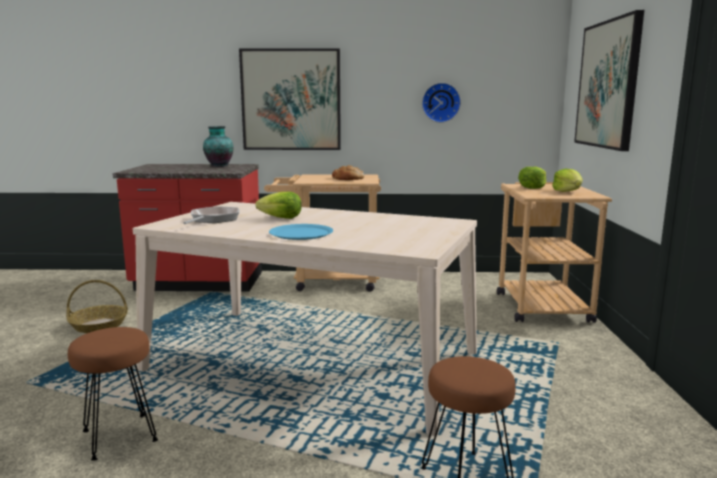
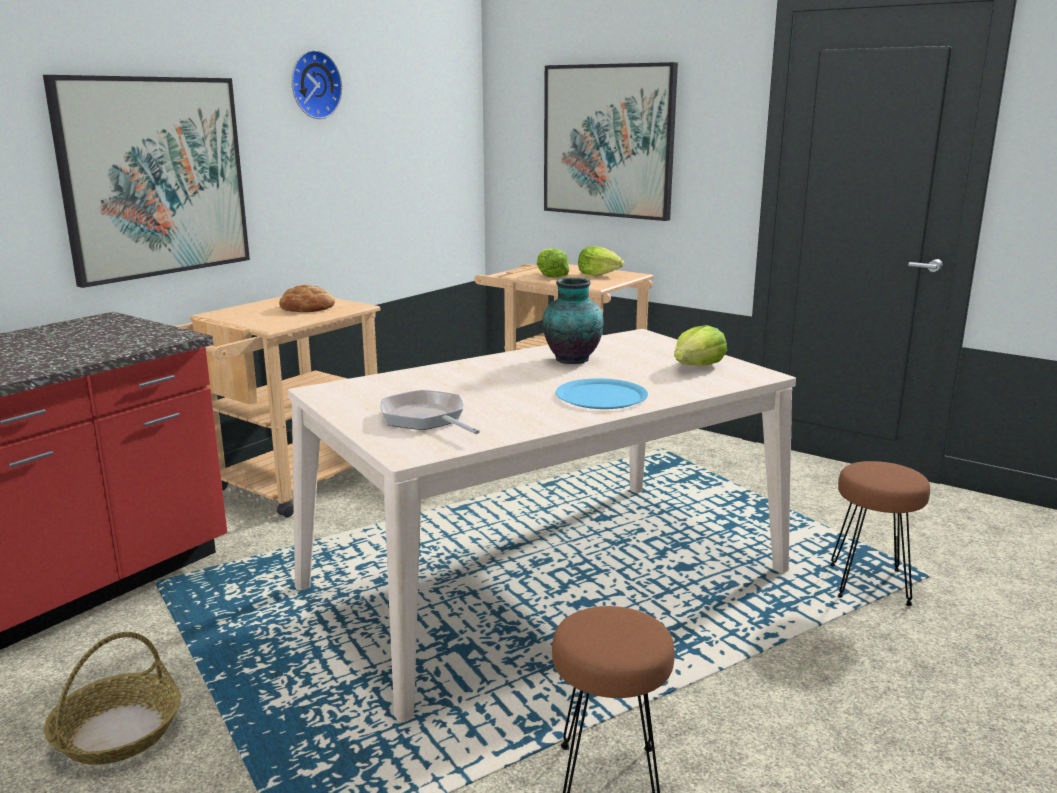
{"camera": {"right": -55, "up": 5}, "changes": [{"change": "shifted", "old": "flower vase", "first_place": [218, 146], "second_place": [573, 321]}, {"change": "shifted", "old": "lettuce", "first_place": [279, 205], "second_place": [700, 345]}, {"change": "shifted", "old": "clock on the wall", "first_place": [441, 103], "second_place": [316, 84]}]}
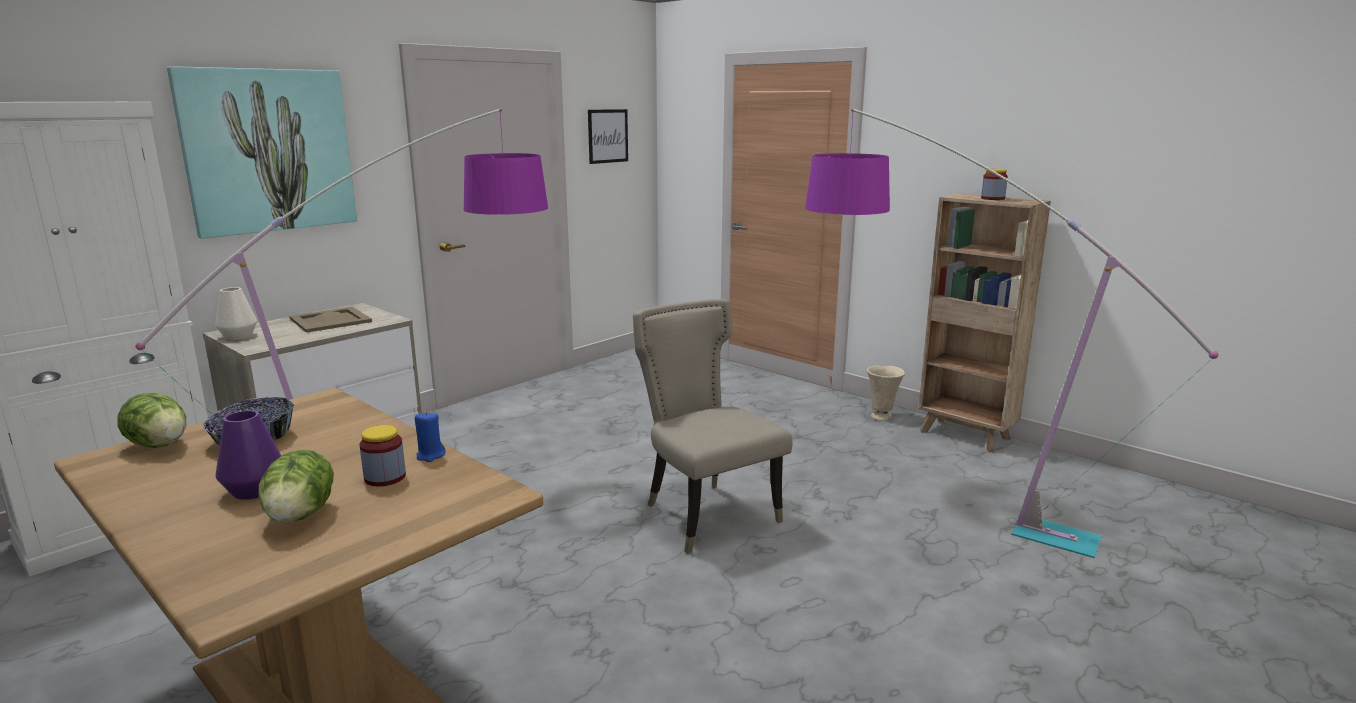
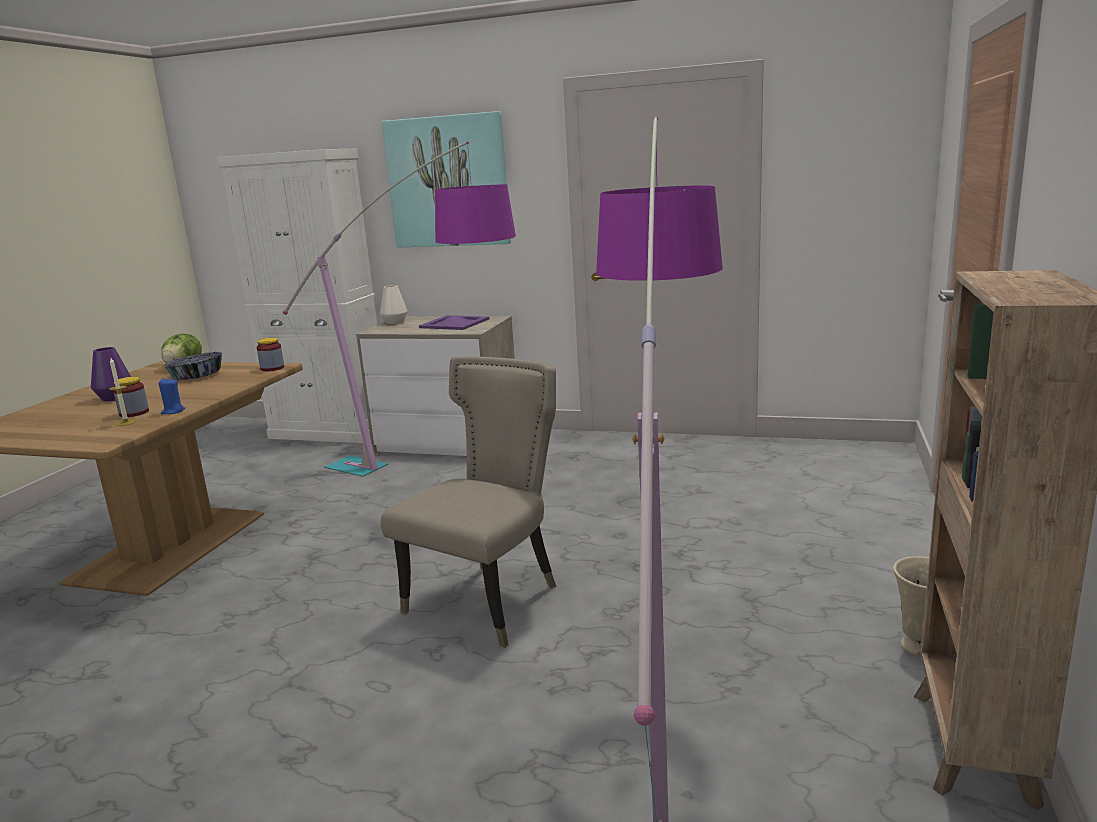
{"camera": {"right": 65, "up": 0}, "changes": [{"change": "gone", "old": "lettuce", "first_place": [296, 486]}, {"change": "gone", "old": "wall picture", "first_place": [608, 136]}, {"change": "new", "new": "wax candle", "second_place": [122, 392]}, {"change": "shifted", "old": "storage jar", "first_place": [994, 184], "second_place": [270, 354]}, {"change": "repainted", "old": "carrying tray/sand-coloured", "new": "carrying tray/purple", "first_place": [330, 320], "second_place": [454, 322]}]}
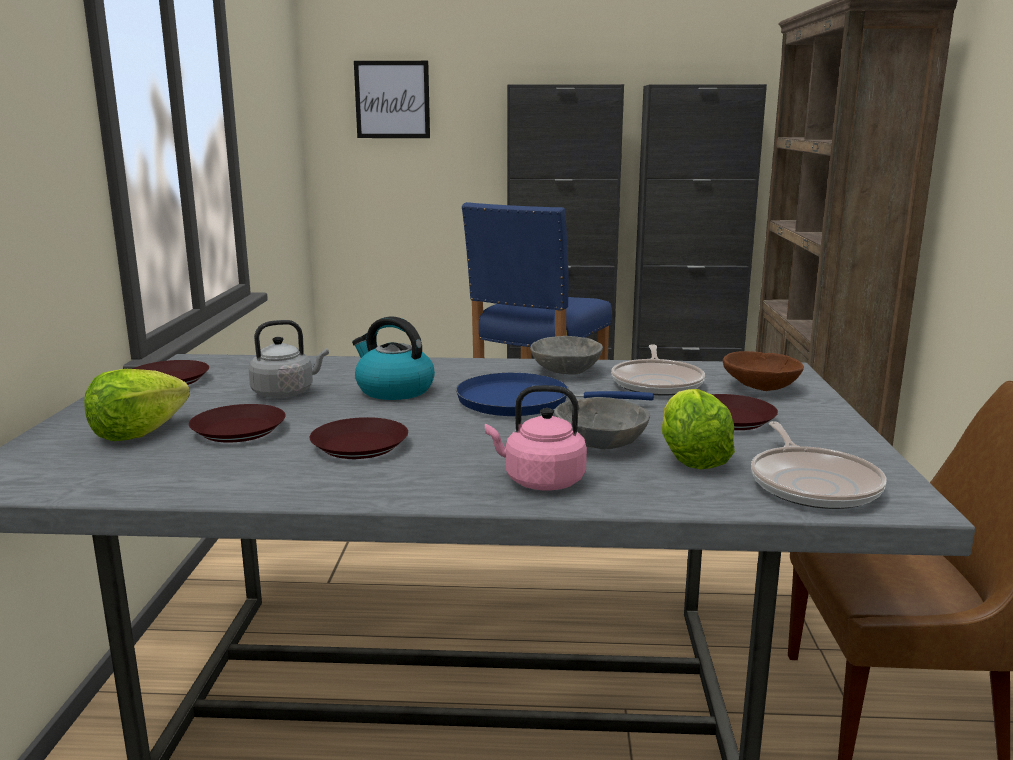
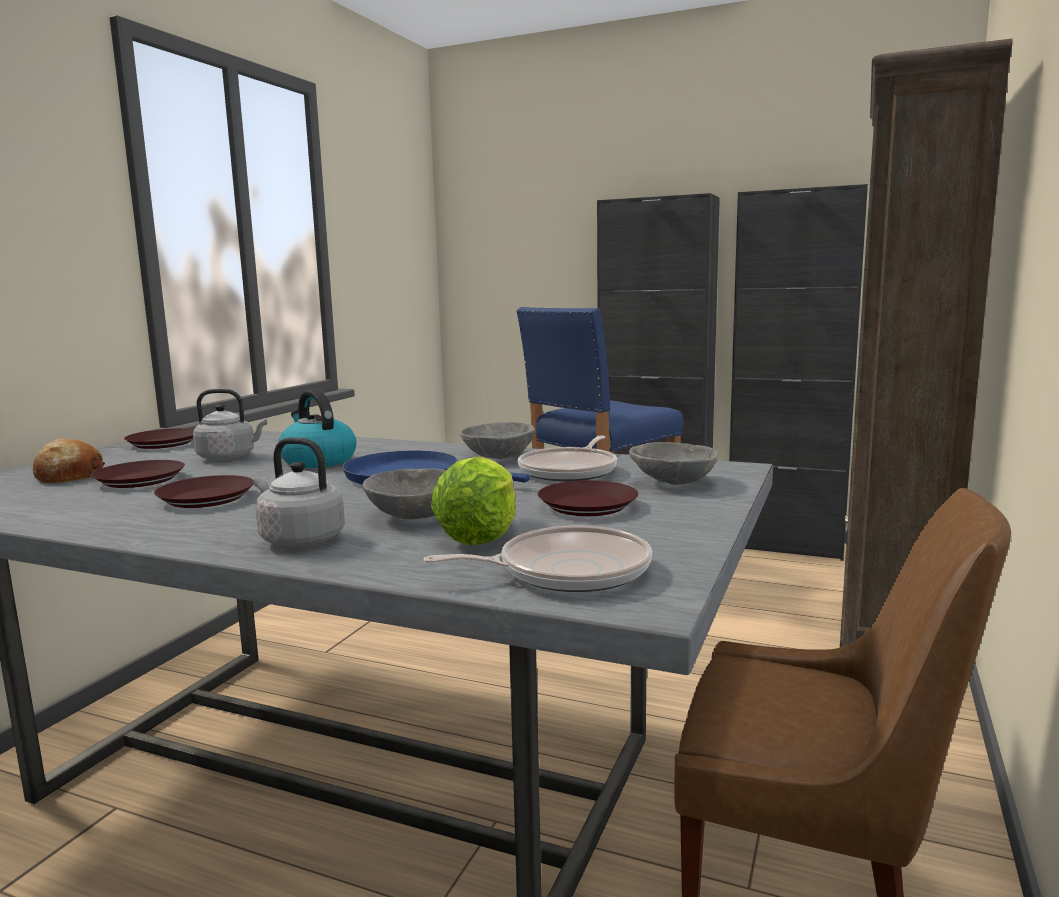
{"camera": {"right": 20, "up": -5}, "changes": [{"change": "gone", "old": "wall picture", "first_place": [392, 99]}, {"change": "swapped", "old": "lettuce", "new": "bakery bread", "first_place": [137, 405], "second_place": [69, 461]}, {"change": "repainted", "old": "kettle/pink", "new": "kettle/grey", "first_place": [536, 437], "second_place": [299, 492]}, {"change": "repainted", "old": "serving bowl/brown-coloured", "new": "serving bowl/grey", "first_place": [763, 371], "second_place": [673, 463]}, {"change": "rotated", "old": "skillet", "first_place": [819, 465], "second_place": [538, 559], "degrees": -120}]}
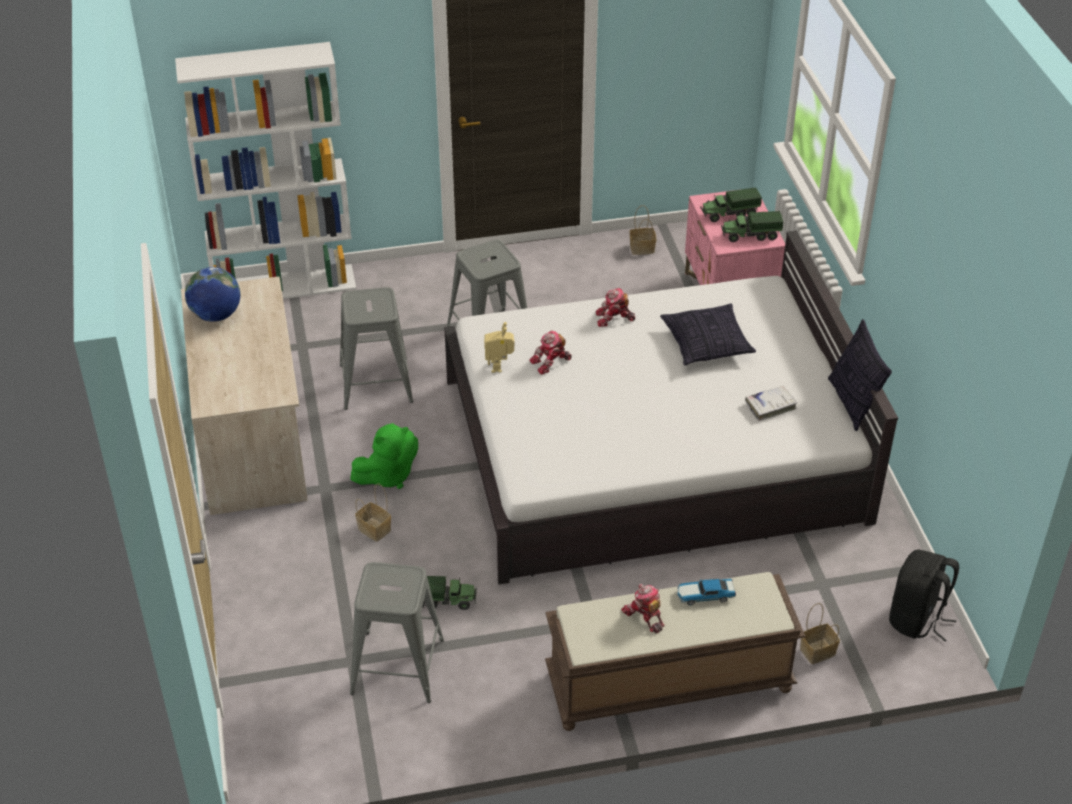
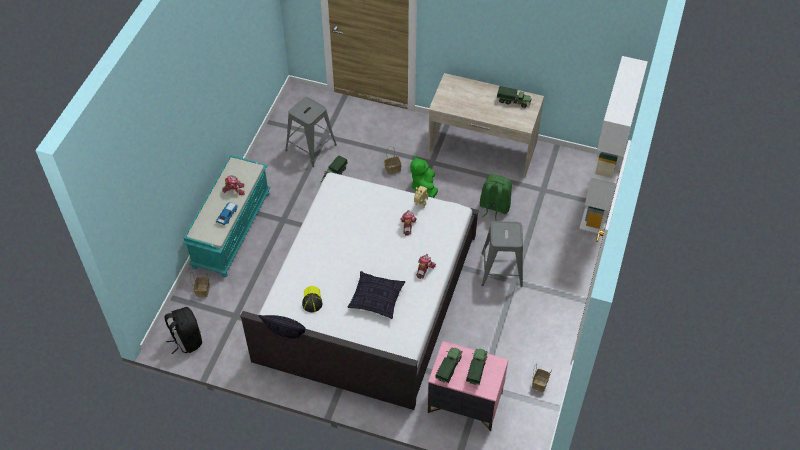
{"camera": {"right": 120, "up": 10}, "changes": [{"change": "swapped", "old": "world globe", "new": "toy truck", "first_place": [212, 294], "second_place": [514, 97]}, {"change": "swapped", "old": "sitting stool/grey", "new": "rucksack/green-coloured", "first_place": [376, 348], "second_place": [496, 197]}, {"change": "swapped", "old": "volume/white-coloured", "new": "peaked cap", "first_place": [771, 403], "second_place": [312, 299]}, {"change": "repainted", "old": "long seat/brown-coloured", "new": "long seat/blue-green", "first_place": [675, 651], "second_place": [227, 216]}]}
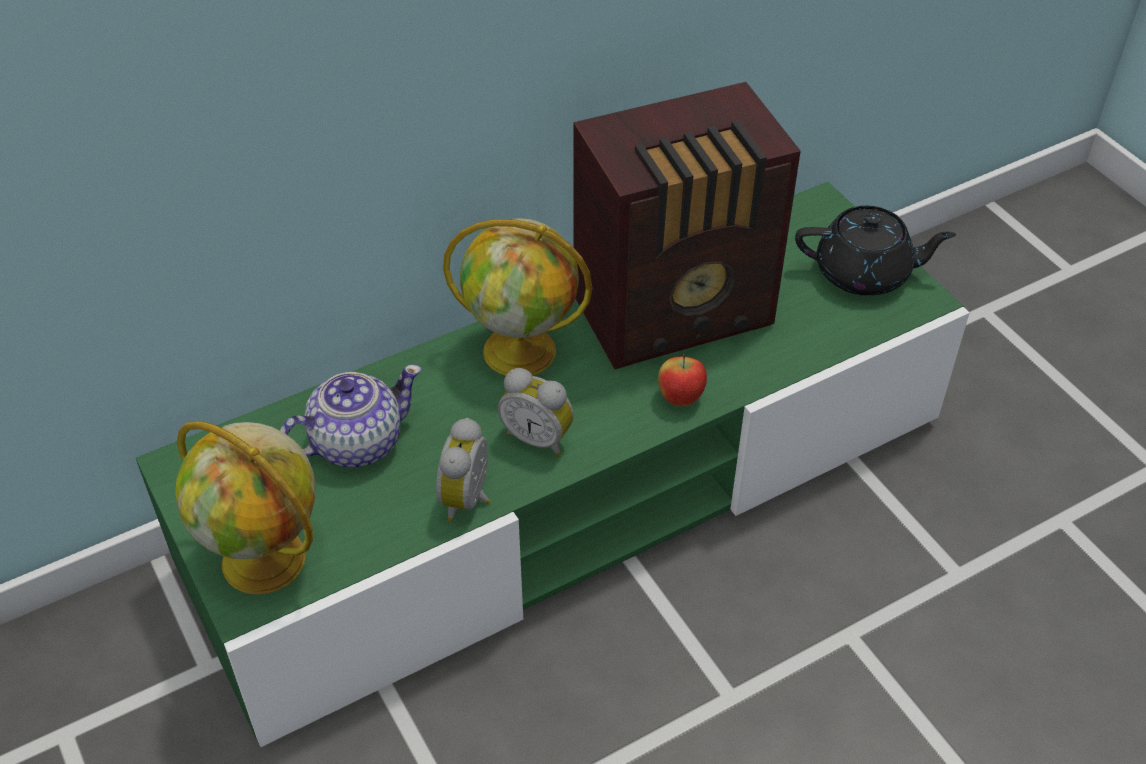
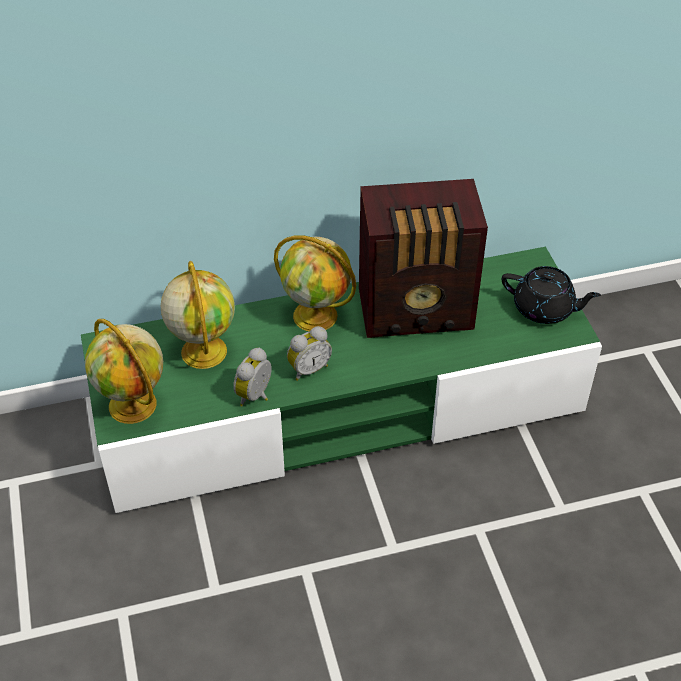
{"camera": {"right": 15, "up": 0}, "changes": [{"change": "gone", "old": "apple fruit", "first_place": [682, 380]}, {"change": "swapped", "old": "teapot", "new": "world globe", "first_place": [350, 416], "second_place": [198, 315]}, {"change": "rotated", "old": "bedside clock", "first_place": [536, 412], "second_place": [309, 353], "degrees": -75}]}
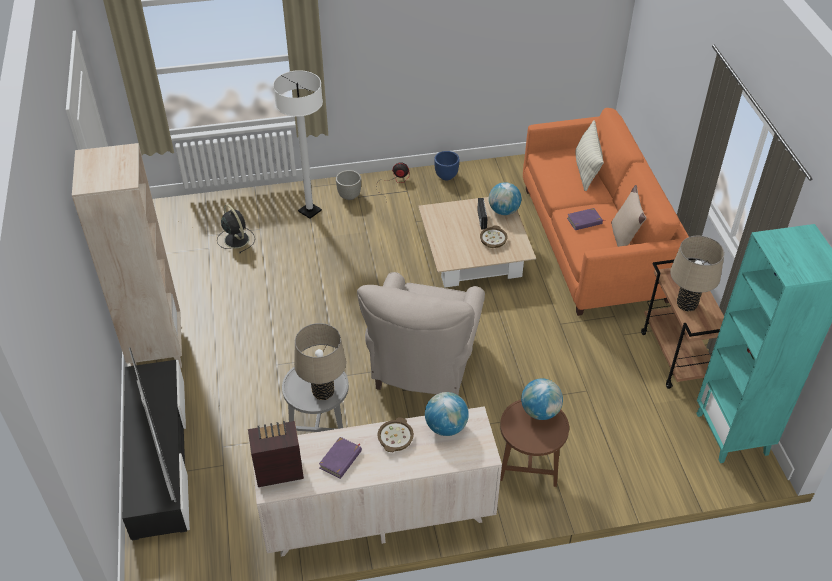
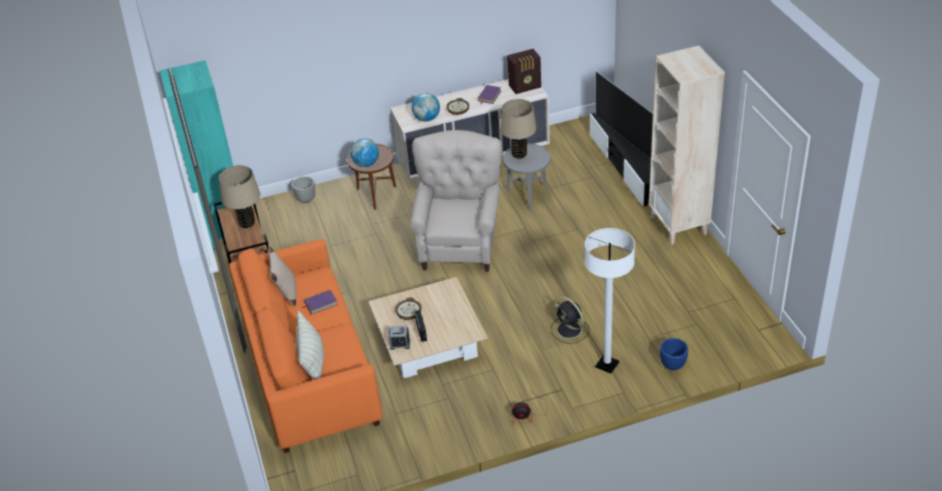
{"camera": {"right": 175, "up": -5}, "changes": [{"change": "shifted", "old": "fan/black-coloured", "first_place": [236, 228], "second_place": [570, 320]}, {"change": "shifted", "old": "planter/grey", "first_place": [348, 185], "second_place": [304, 189]}, {"change": "shifted", "old": "planter/blue-coloured", "first_place": [447, 165], "second_place": [674, 354]}, {"change": "swapped", "old": "world globe", "new": "bedside clock", "first_place": [505, 198], "second_place": [399, 338]}]}
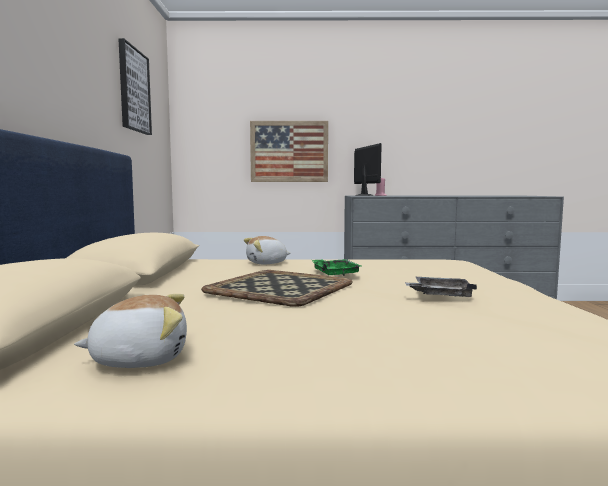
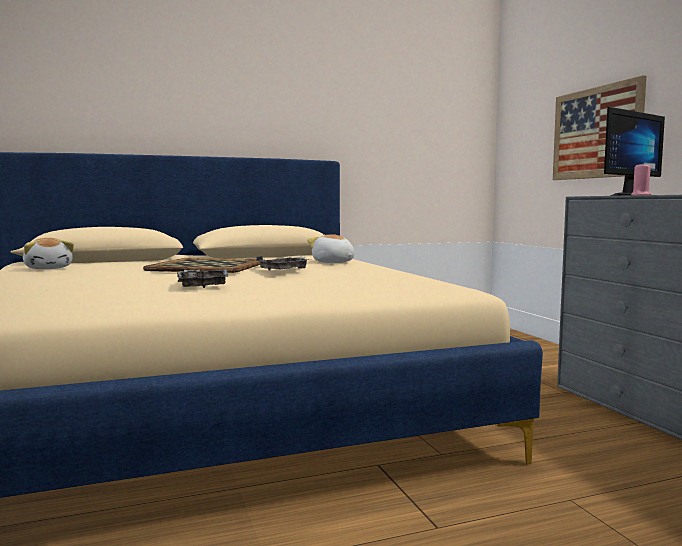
{"camera": {"right": 70, "up": 0}, "changes": [{"change": "gone", "old": "wall picture", "first_place": [135, 86]}, {"change": "repainted", "old": "carrying tray/green-coloured", "new": "carrying tray/grey", "first_place": [337, 267], "second_place": [284, 263]}]}
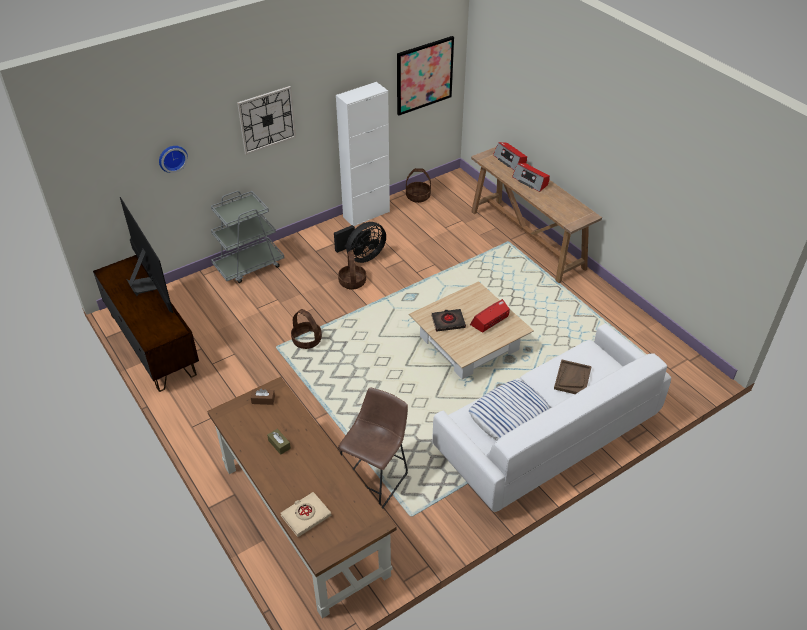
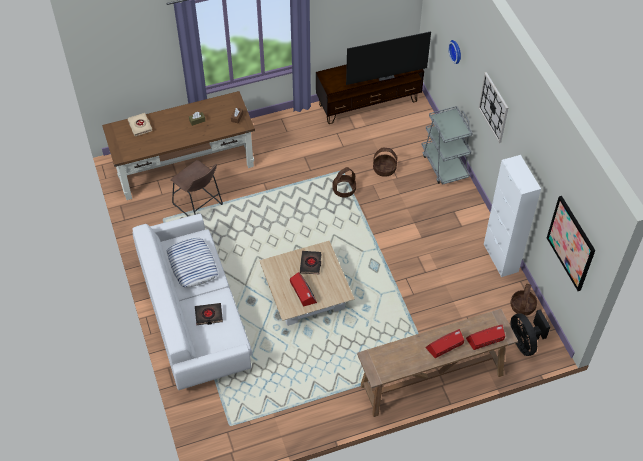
{"camera": {"right": 105, "up": 10}, "changes": [{"change": "shifted", "old": "fan/black-coloured", "first_place": [360, 242], "second_place": [530, 332]}, {"change": "shifted", "old": "household basket", "first_place": [352, 270], "second_place": [385, 162]}, {"change": "swapped", "old": "carrying tray/brown-coloured", "new": "volume/black-coloured", "first_place": [573, 376], "second_place": [209, 314]}]}
